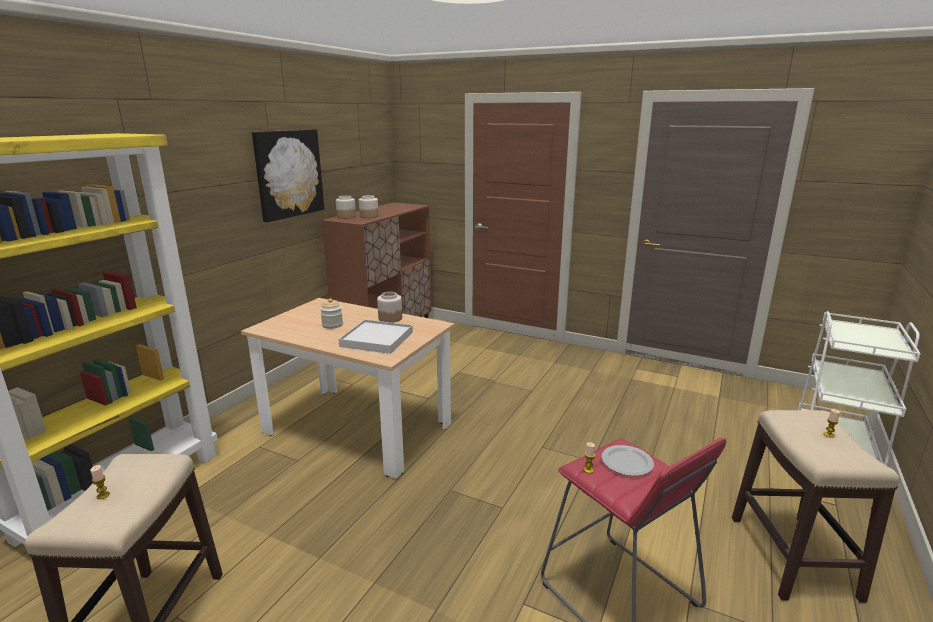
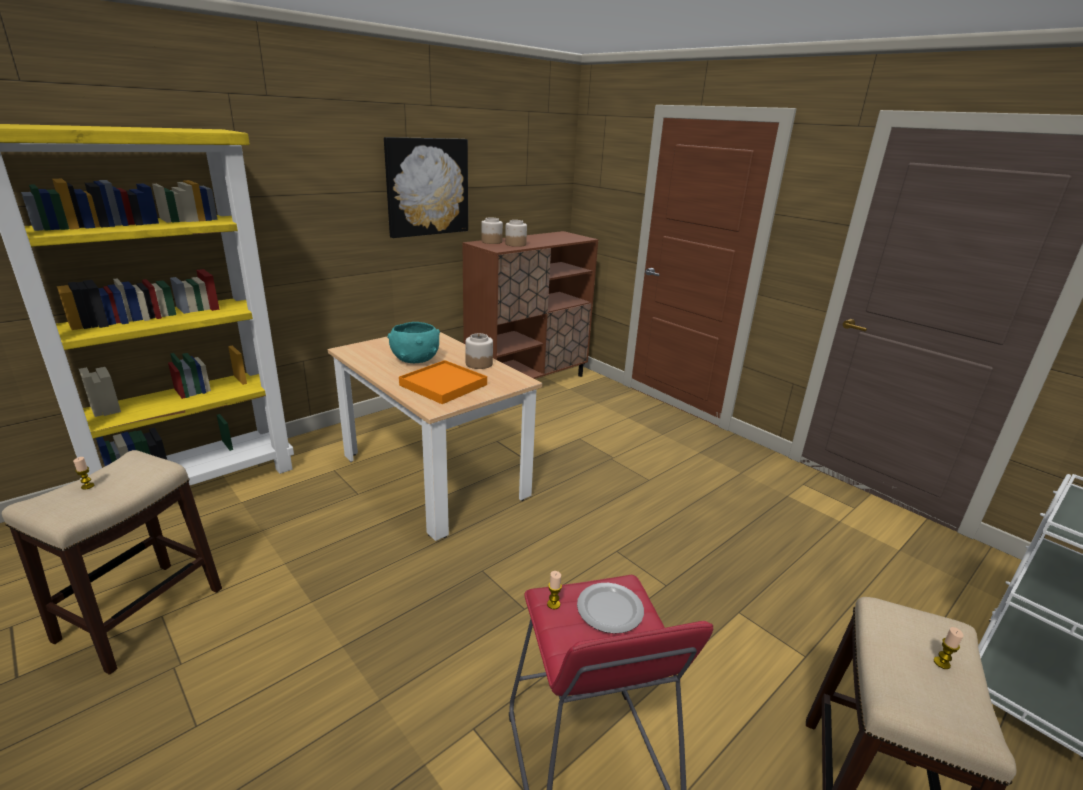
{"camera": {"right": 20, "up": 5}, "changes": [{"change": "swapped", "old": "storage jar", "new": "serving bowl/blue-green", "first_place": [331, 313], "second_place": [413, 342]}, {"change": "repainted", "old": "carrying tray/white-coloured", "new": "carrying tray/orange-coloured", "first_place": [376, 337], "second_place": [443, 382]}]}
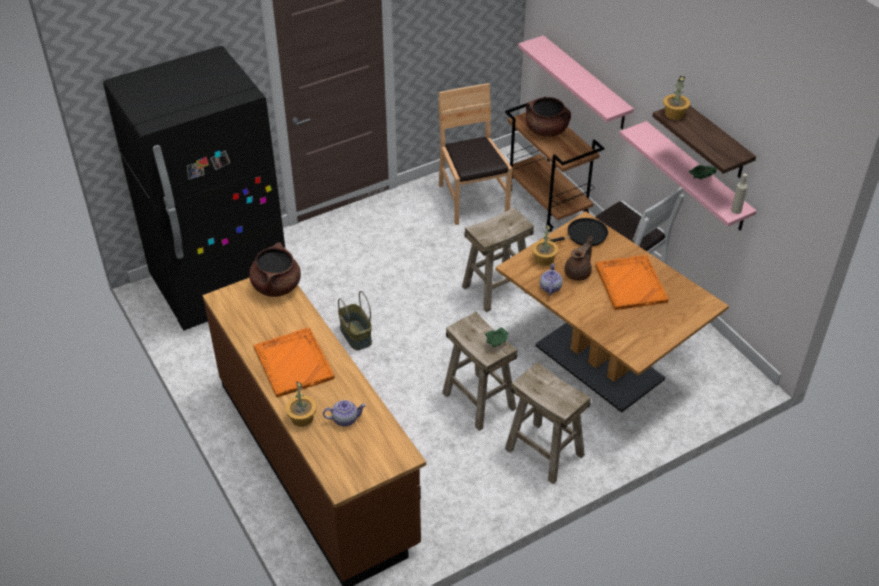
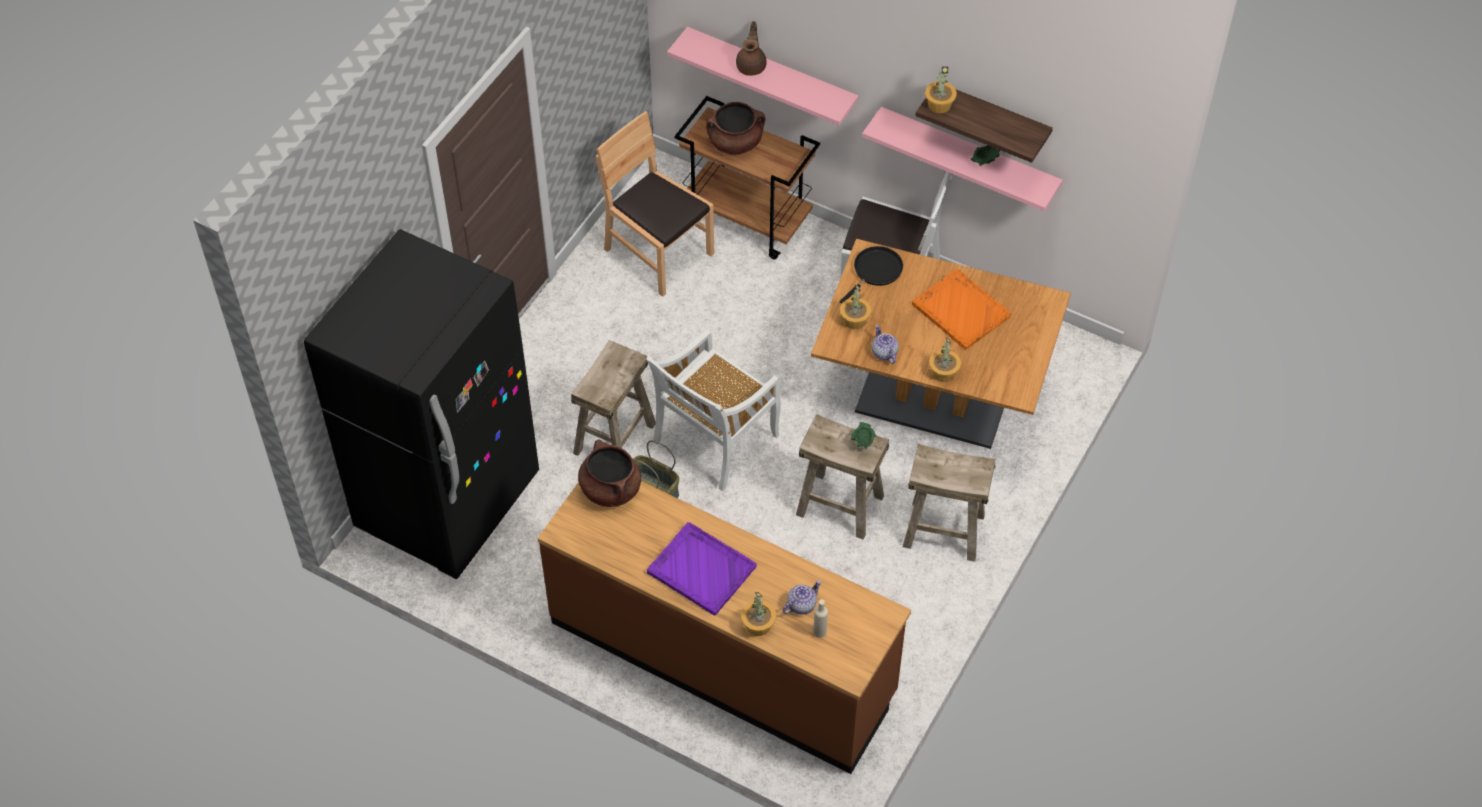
{"camera": {"right": -30, "up": 10}, "changes": [{"change": "new", "new": "upright chair/white-coloured", "second_place": [713, 410]}, {"change": "new", "new": "houseplant", "second_place": [945, 359]}, {"change": "shifted", "old": "sitting stool/sand-coloured", "first_place": [498, 259], "second_place": [613, 398]}, {"change": "shifted", "old": "teapot/brown-coloured", "first_place": [579, 258], "second_place": [751, 48]}, {"change": "shifted", "old": "bottle/sand-coloured", "first_place": [739, 193], "second_place": [820, 619]}, {"change": "repainted", "old": "carrying tray/orange-coloured", "new": "carrying tray/purple", "first_place": [294, 362], "second_place": [702, 569]}]}
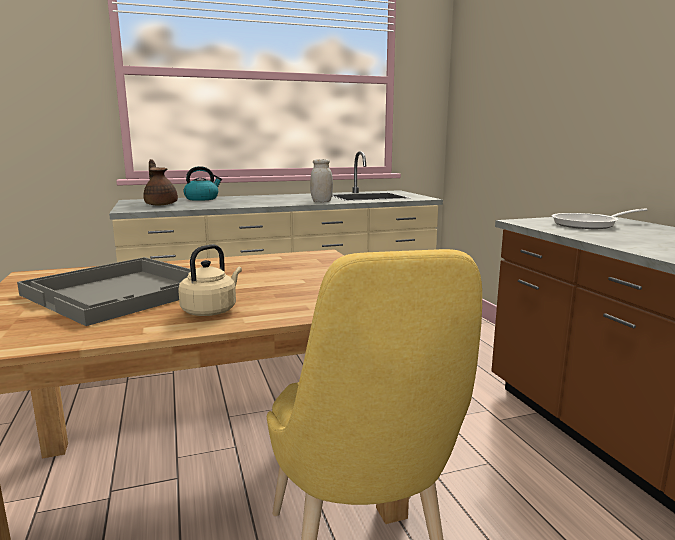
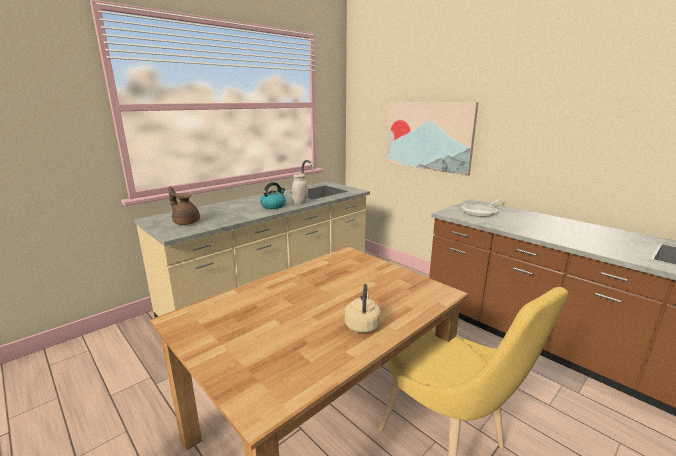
{"camera": {"right": -25, "up": 5}, "changes": [{"change": "gone", "old": "carrying tray/grey", "first_place": [104, 291]}, {"change": "new", "new": "wall picture", "second_place": [432, 138]}, {"change": "shifted", "old": "kettle", "first_place": [202, 183], "second_place": [273, 195]}]}
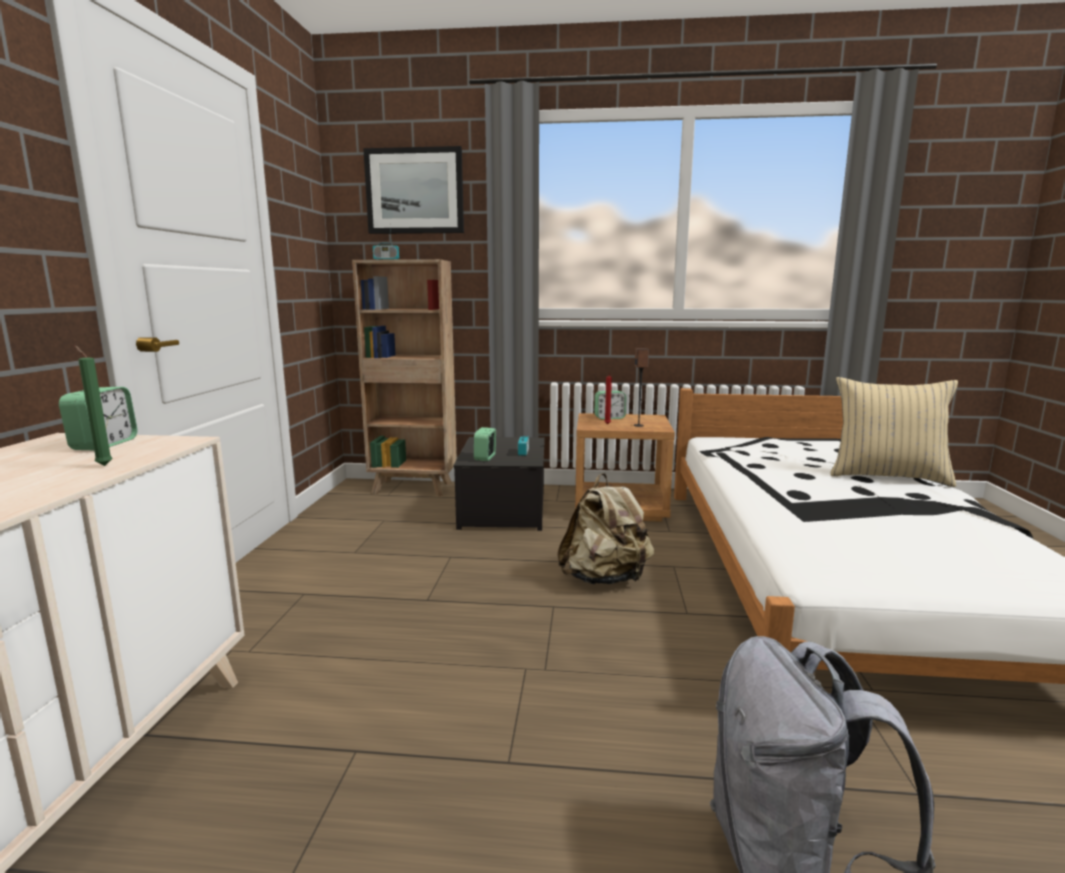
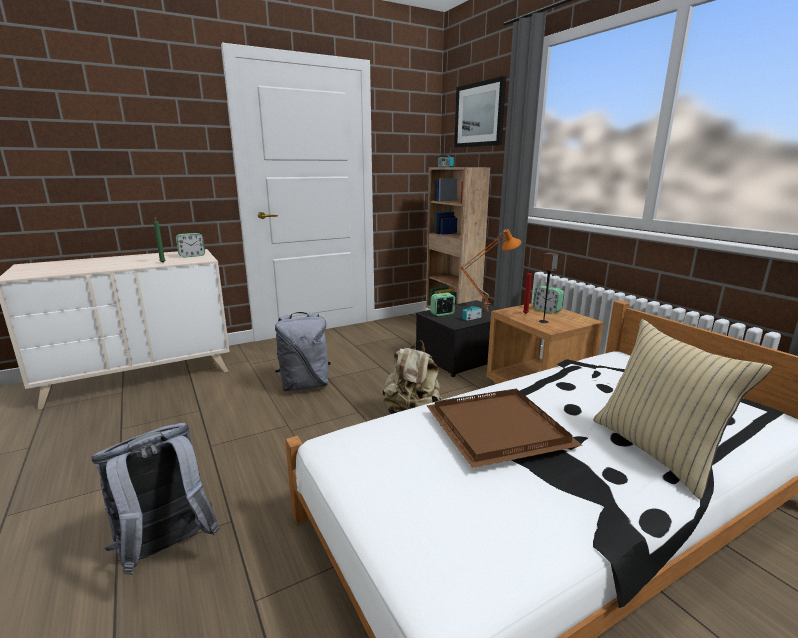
{"camera": {"right": 55, "up": 5}, "changes": [{"change": "new", "new": "rucksack/grey", "second_place": [303, 351]}, {"change": "new", "new": "carrying tray/brown-coloured", "second_place": [504, 428]}, {"change": "new", "new": "lamp for a table/orange-coloured", "second_place": [490, 270]}]}
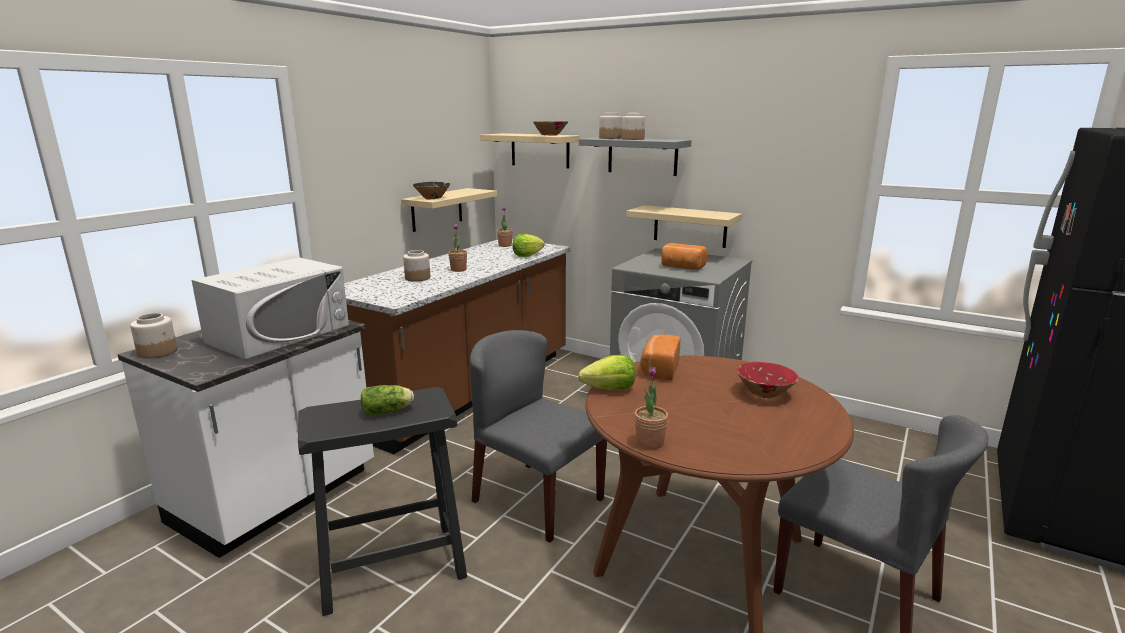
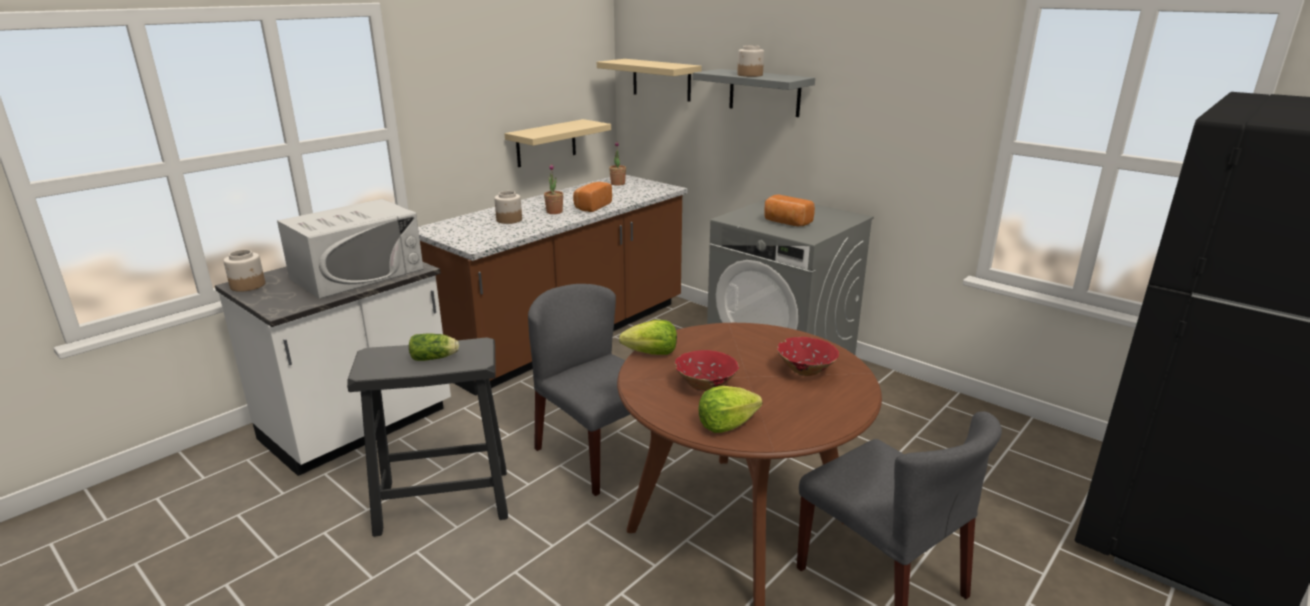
{"camera": {"right": 10, "up": 5}, "changes": [{"change": "gone", "old": "serving bowl/black-coloured", "first_place": [431, 191]}, {"change": "gone", "old": "storage jar", "first_place": [610, 126]}, {"change": "gone", "old": "bracket shelf/sand-coloured", "first_place": [684, 226]}, {"change": "gone", "old": "houseplant", "first_place": [651, 408]}, {"change": "shifted", "old": "lettuce", "first_place": [528, 245], "second_place": [730, 409]}, {"change": "shifted", "old": "serving bowl/reddish", "first_place": [550, 128], "second_place": [707, 371]}, {"change": "shifted", "old": "bakery bread", "first_place": [660, 357], "second_place": [592, 197]}]}
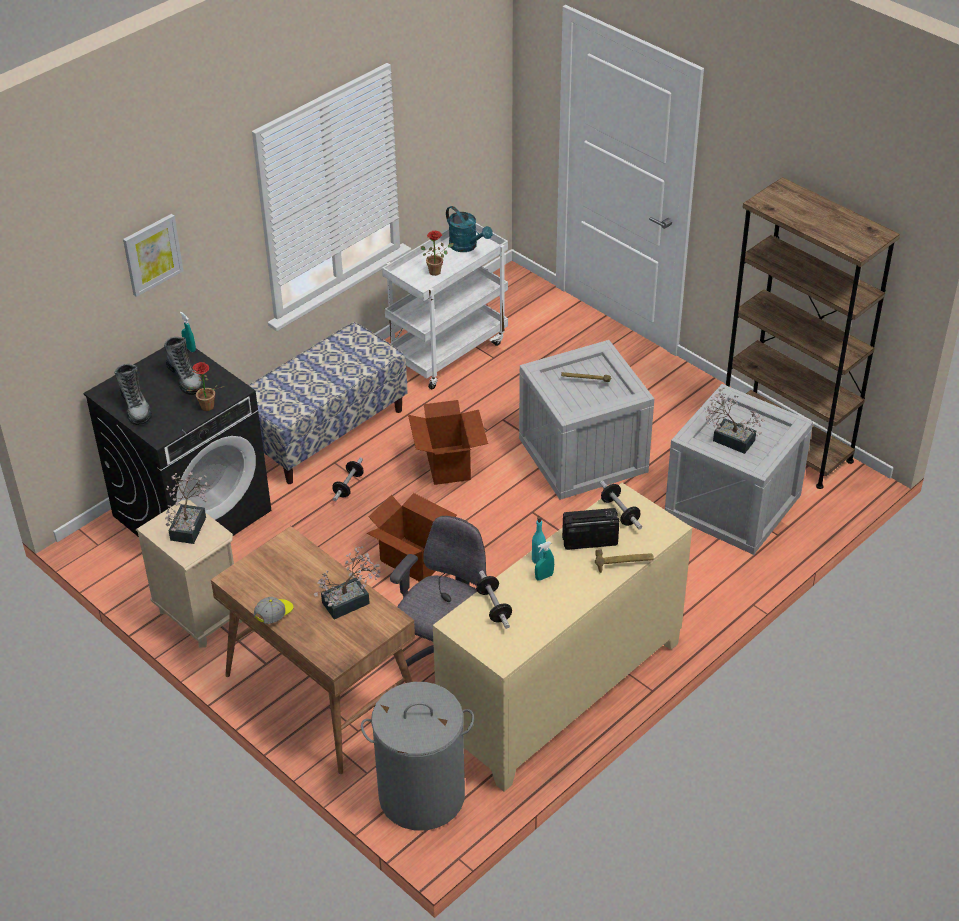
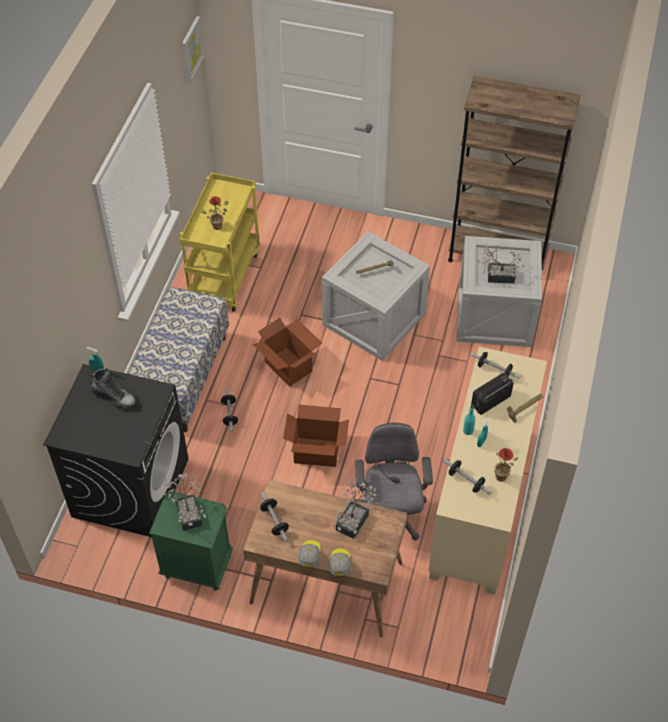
{"camera": {"right": -30, "up": 10}, "changes": [{"change": "gone", "old": "high-top boot", "first_place": [133, 394]}, {"change": "gone", "old": "hamper/grey", "first_place": [417, 756]}, {"change": "gone", "old": "watering can/blue-green", "first_place": [469, 229]}, {"change": "new", "new": "hand weight", "second_place": [274, 517]}, {"change": "new", "new": "peaked cap", "second_place": [340, 562]}, {"change": "shifted", "old": "wall picture", "first_place": [153, 255], "second_place": [193, 49]}, {"change": "shifted", "old": "houseplant", "first_place": [206, 386], "second_place": [506, 465]}, {"change": "repainted", "old": "night table/sand-coloured", "new": "night table/green-coloured", "first_place": [189, 574], "second_place": [191, 541]}, {"change": "repainted", "old": "cart/white-coloured", "new": "cart/yellow", "first_place": [445, 306], "second_place": [220, 242]}]}
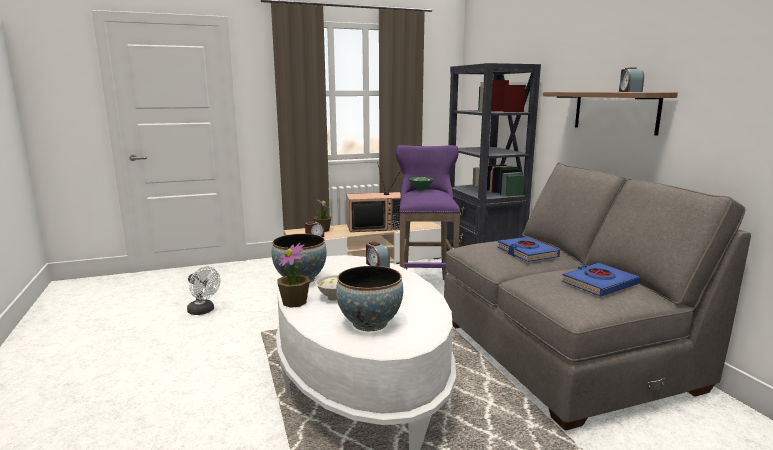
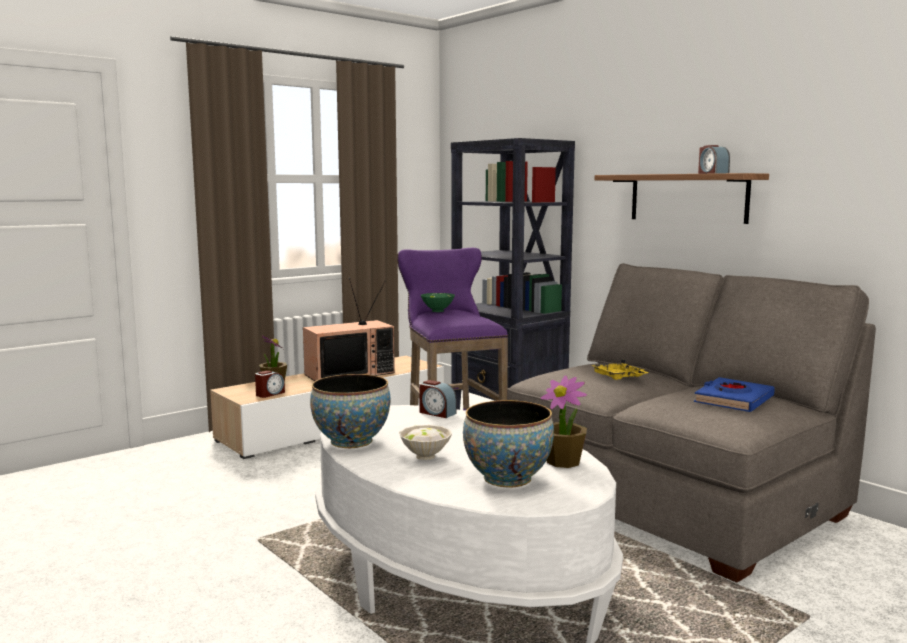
{"camera": {"right": -20, "up": -5}, "changes": [{"change": "gone", "old": "fan/white-coloured", "first_place": [203, 291]}, {"change": "shifted", "old": "houseplant", "first_place": [293, 275], "second_place": [564, 421]}, {"change": "swapped", "old": "volume/blue-coloured", "new": "carrying tray/yellow", "first_place": [528, 249], "second_place": [619, 369]}]}
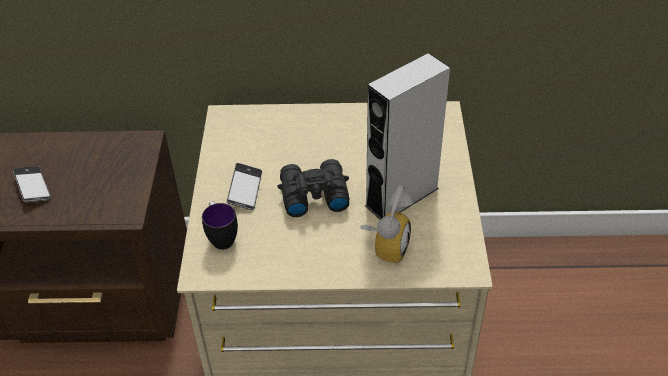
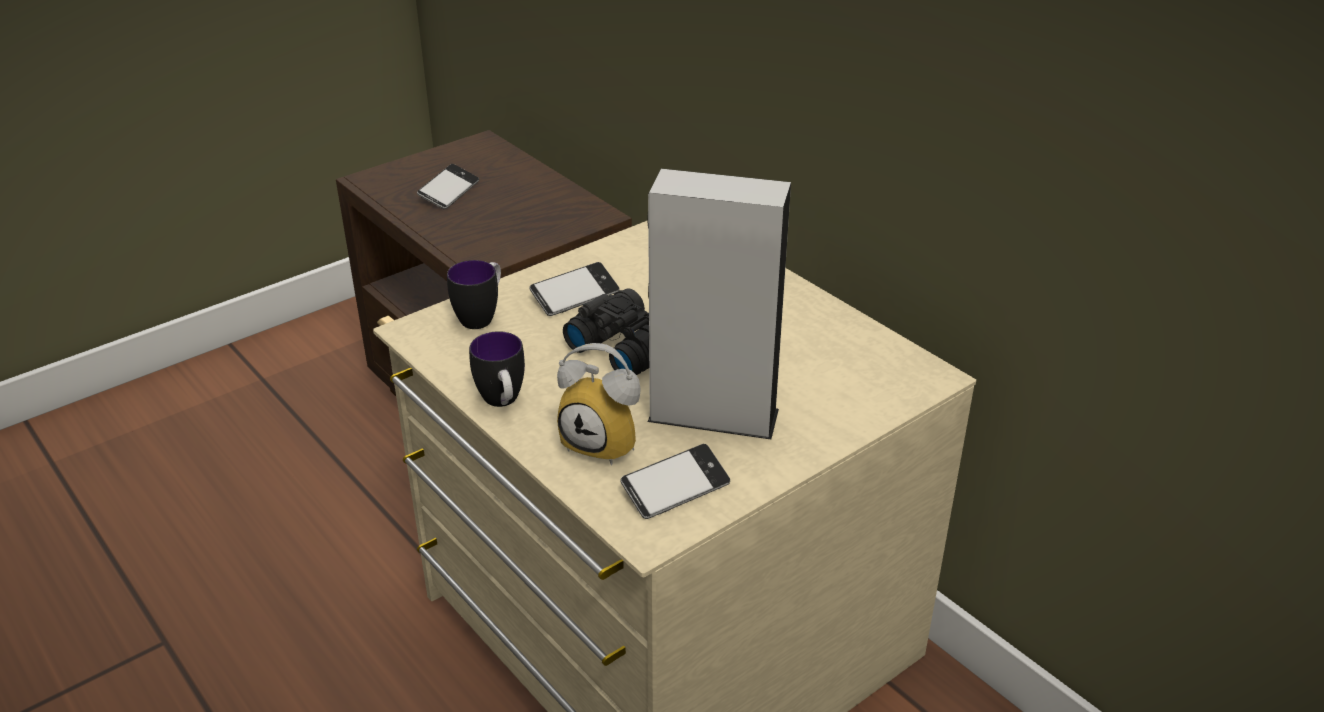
{"camera": {"right": 50, "up": -10}, "changes": [{"change": "new", "new": "tea mug", "second_place": [497, 369]}, {"change": "new", "new": "handset", "second_place": [675, 481]}, {"change": "rotated", "old": "bedside clock", "first_place": [387, 224], "second_place": [599, 404], "degrees": 45}]}
